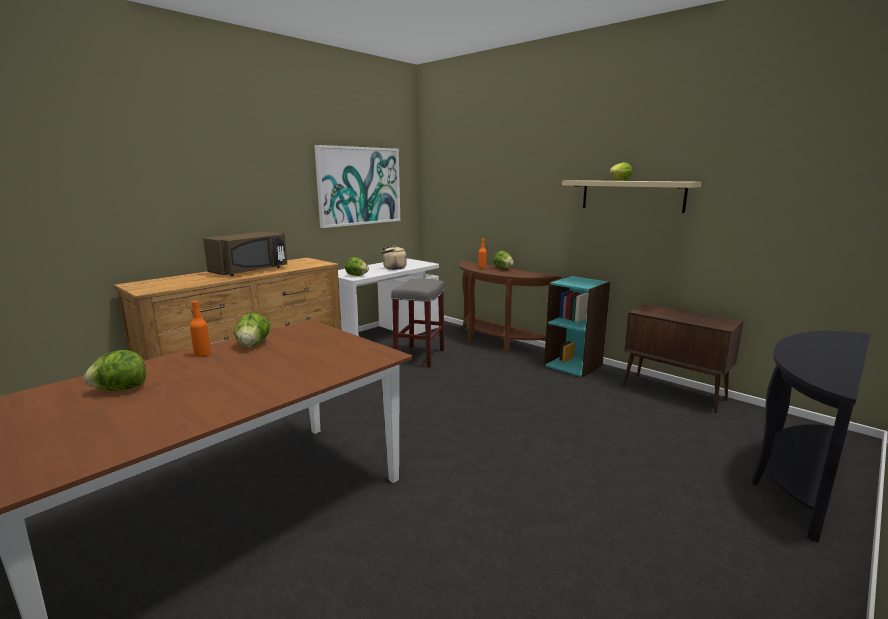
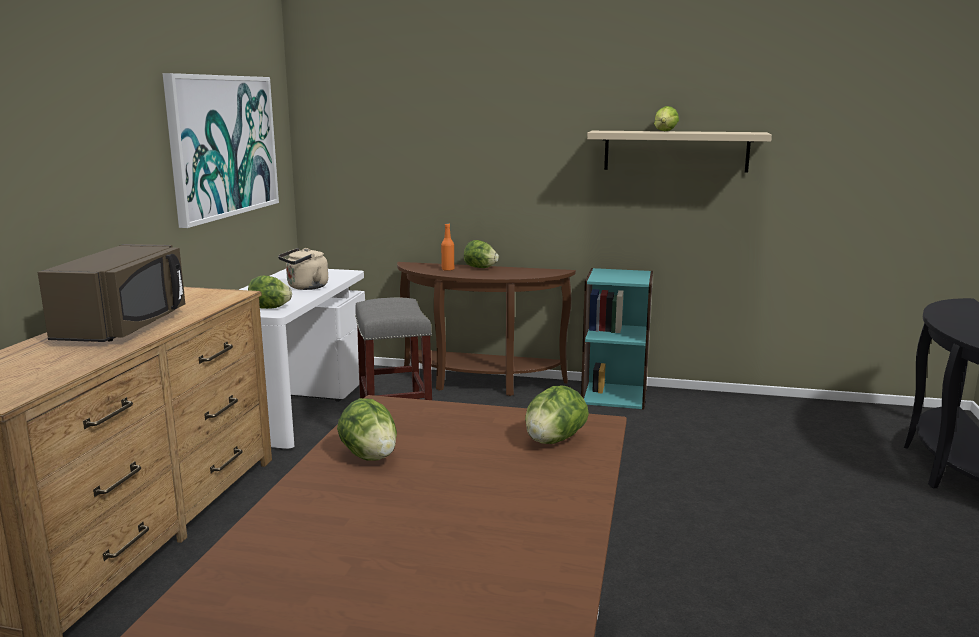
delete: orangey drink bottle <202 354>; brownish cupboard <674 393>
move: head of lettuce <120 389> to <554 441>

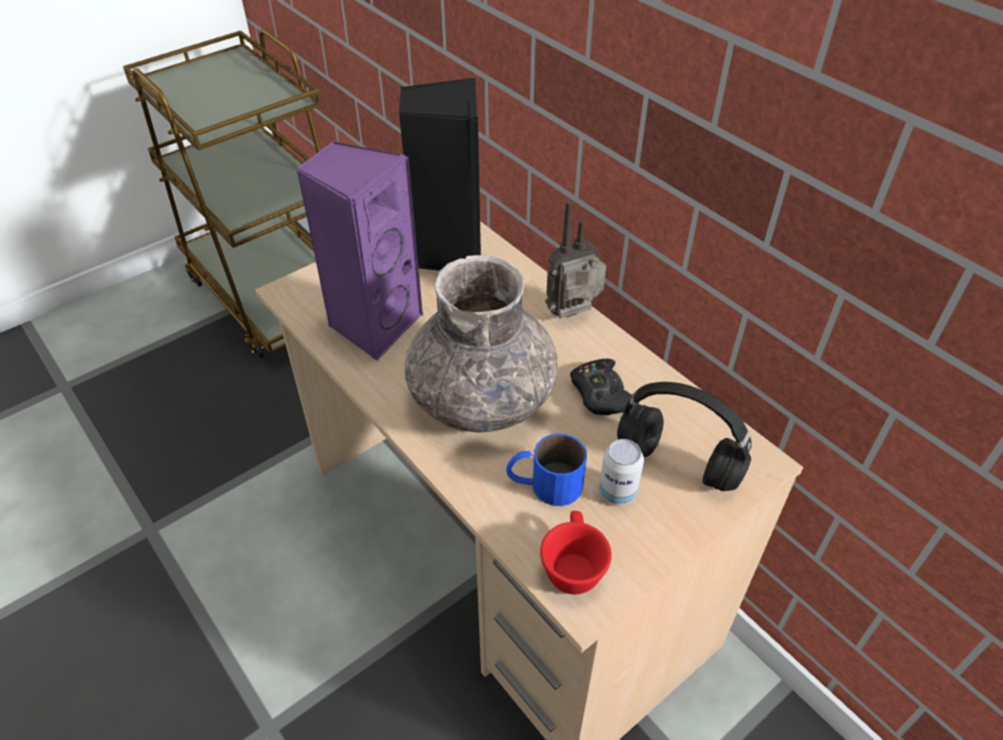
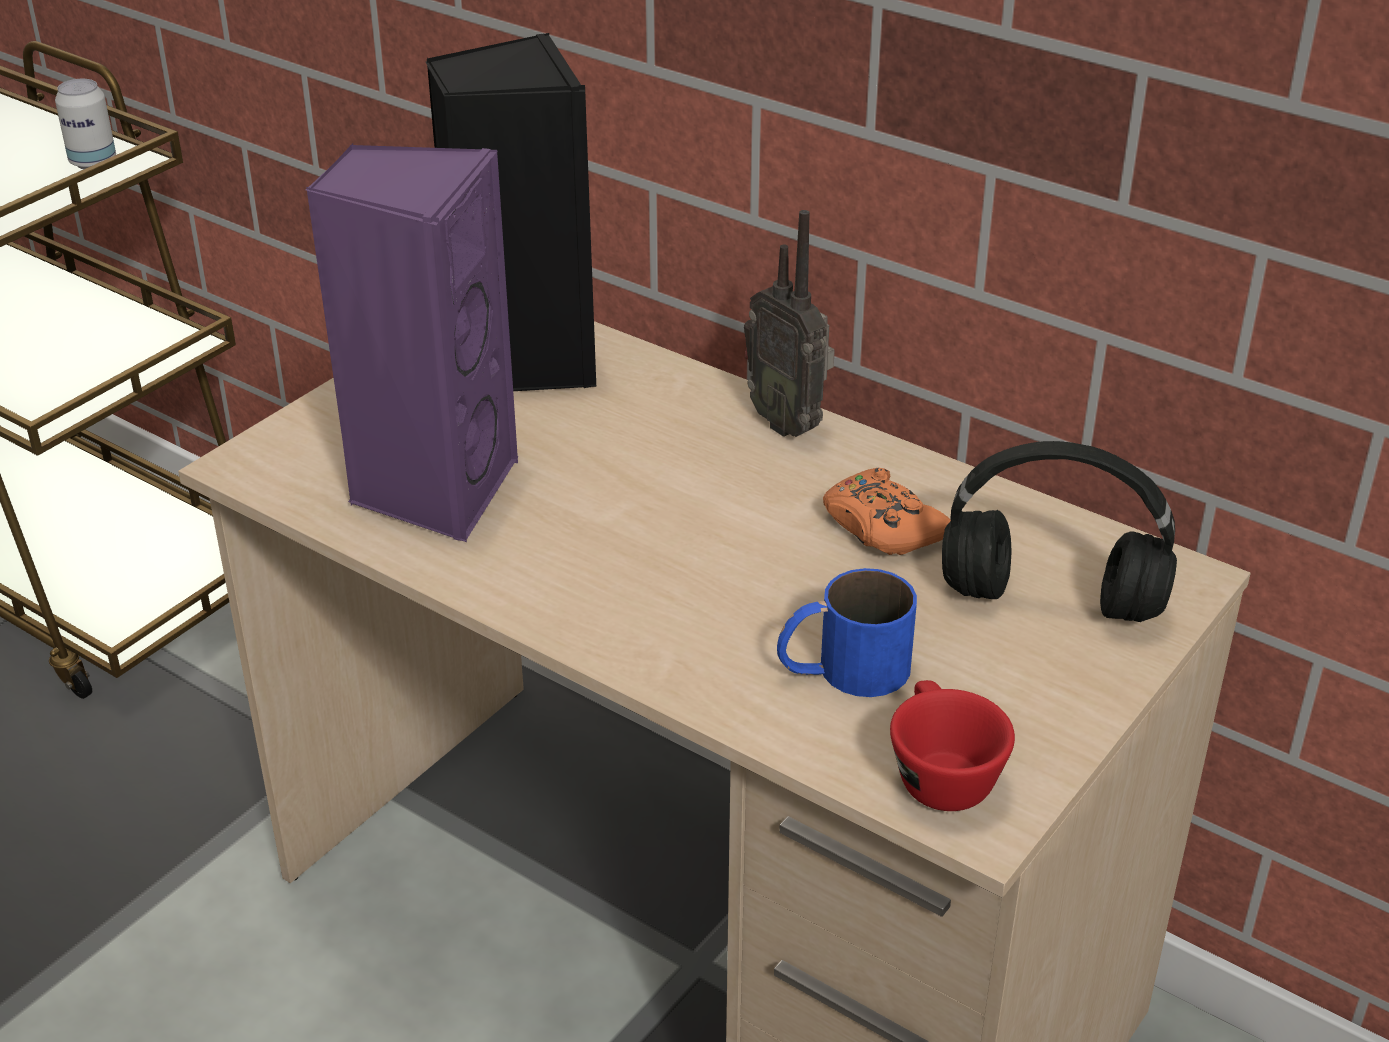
delete: greyish vase <483 397>
move: can <617 492> to <93 162>
recolor: black joypad <601 394> to orangey joypad <882 526>
rotate: radio <575 316> = <789 423> 90 degrees counterclockwise

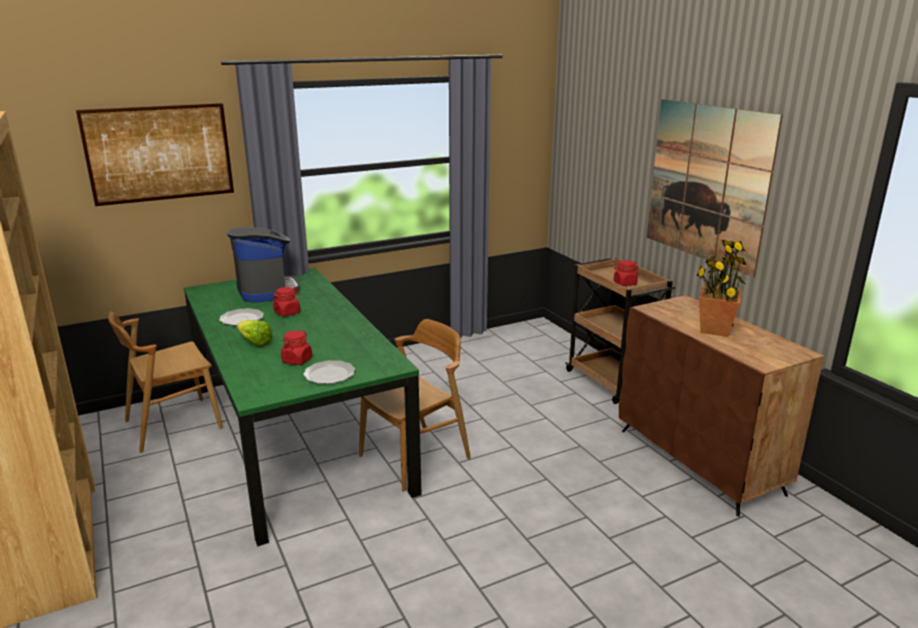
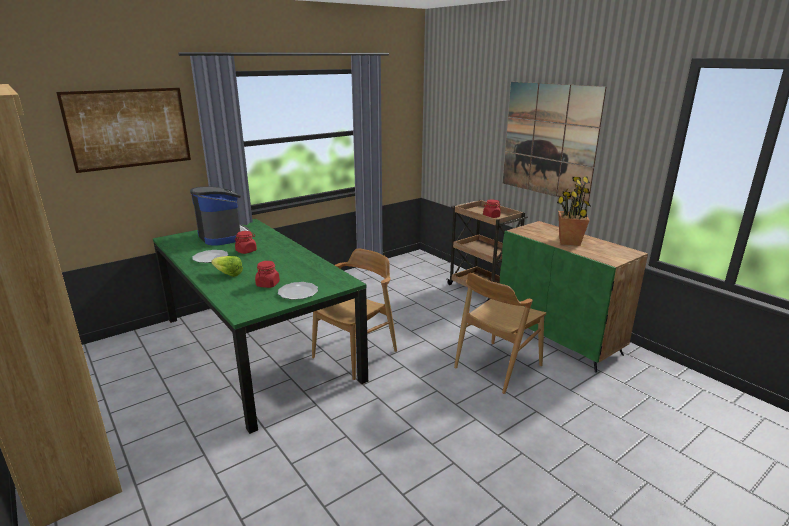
move: brownish plain chair <173 424> to <497 366>
recolor: brownish cupboard <700 461> to greenish cupboard <559 338>

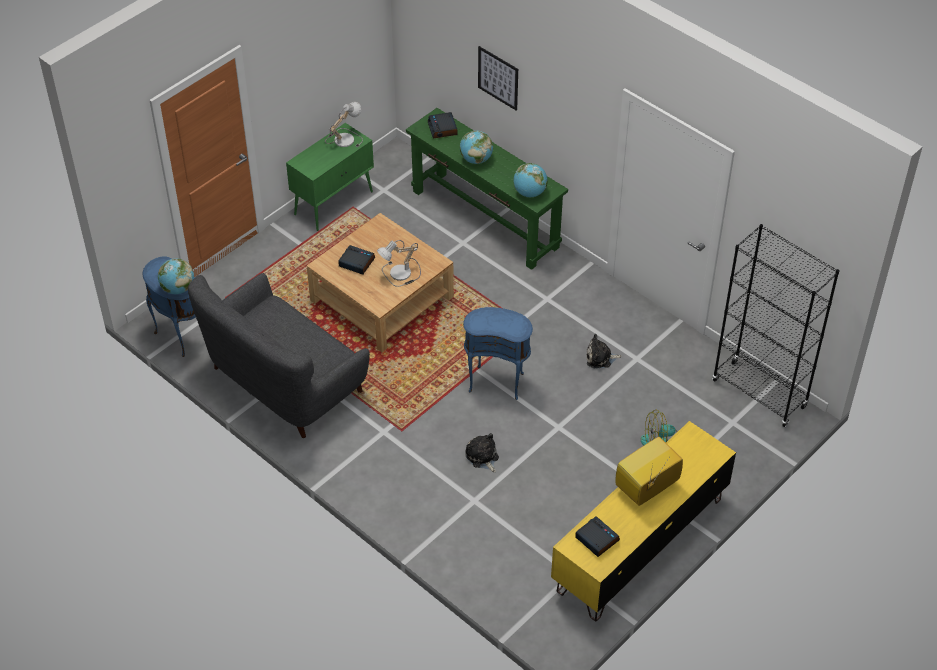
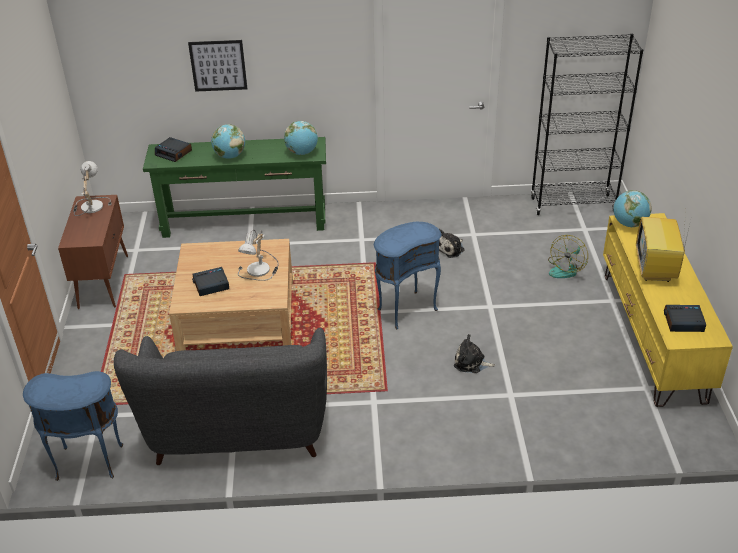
move: world globe <178 288> to <629 224>
recolor: greenish cupboard <334 202> to brownish cupboard <103 281>

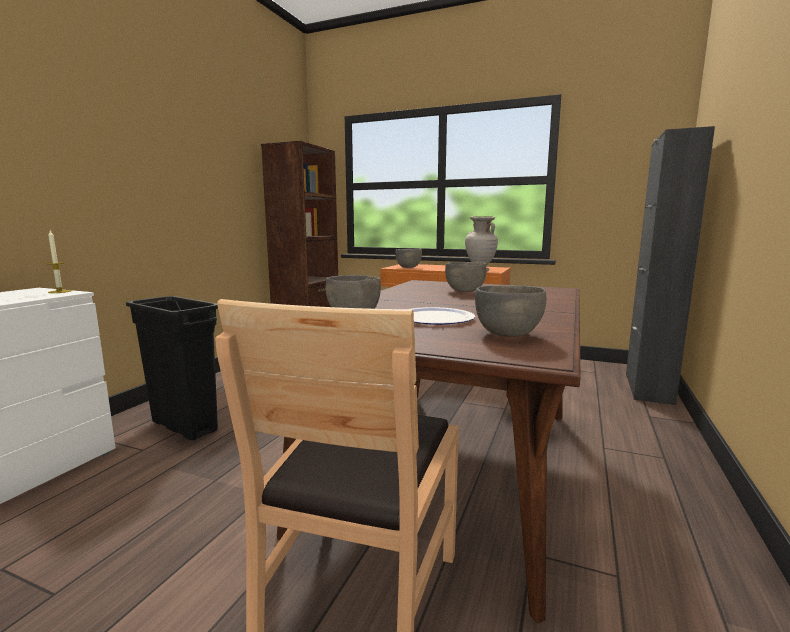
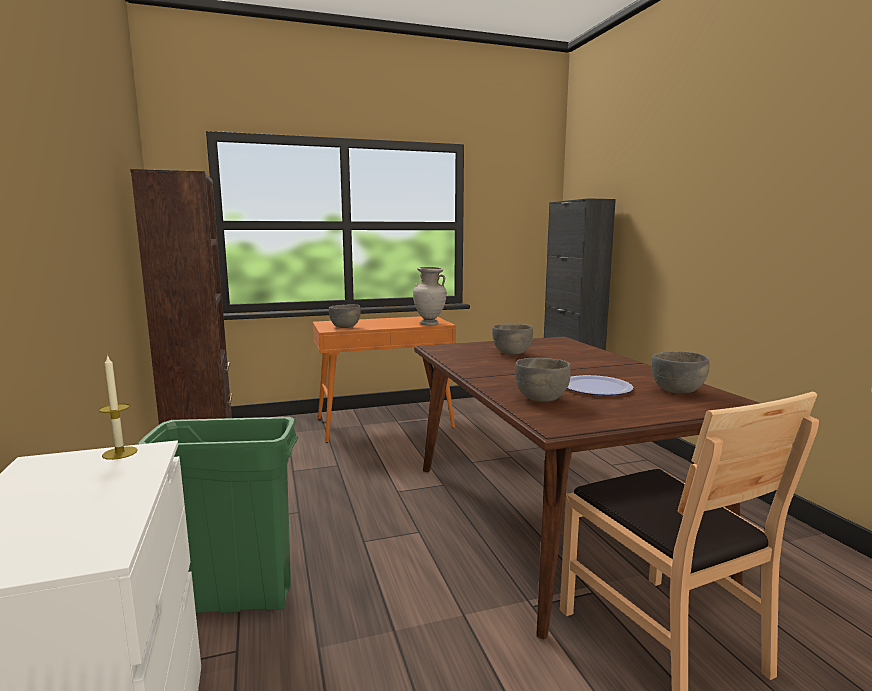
recolor: black trash can <185 426> to greenish trash can <236 600>

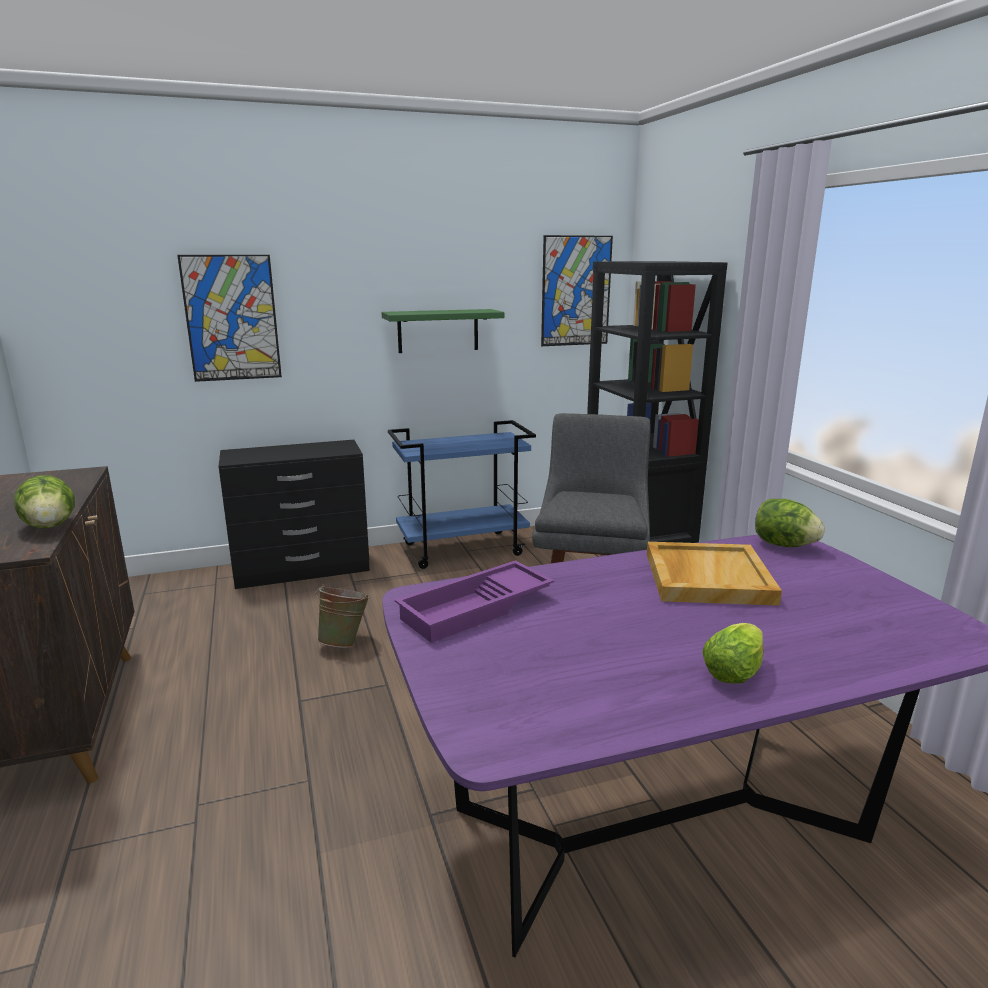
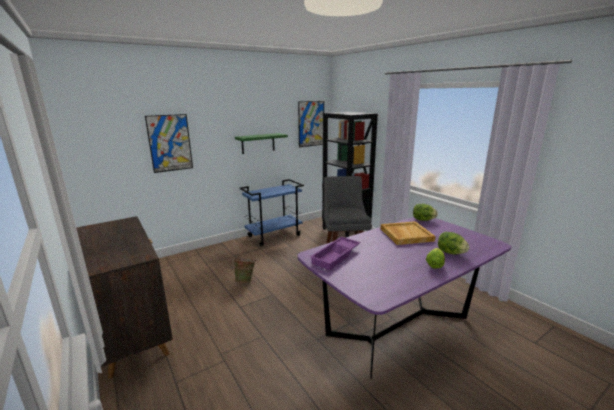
delete: black dresser <303 569>
move: head of lettuce <50 526> to <451 253>

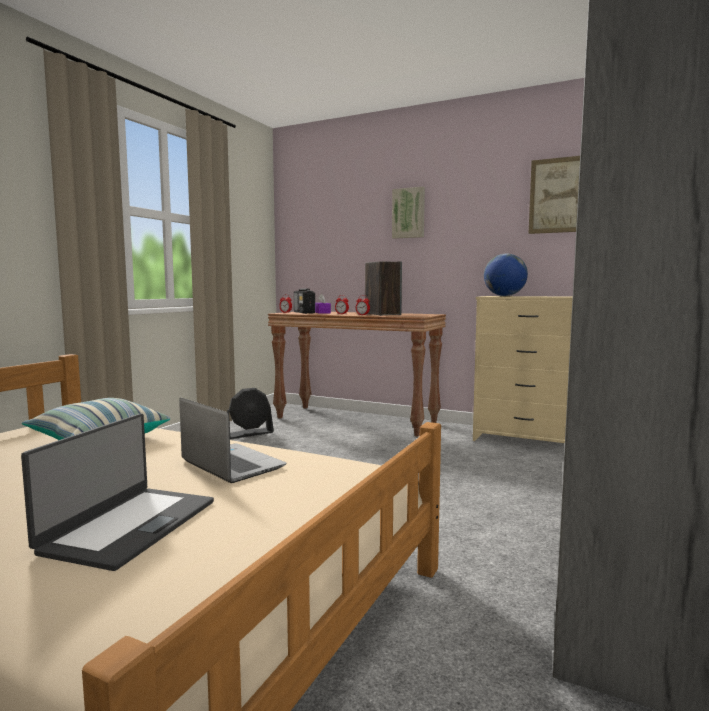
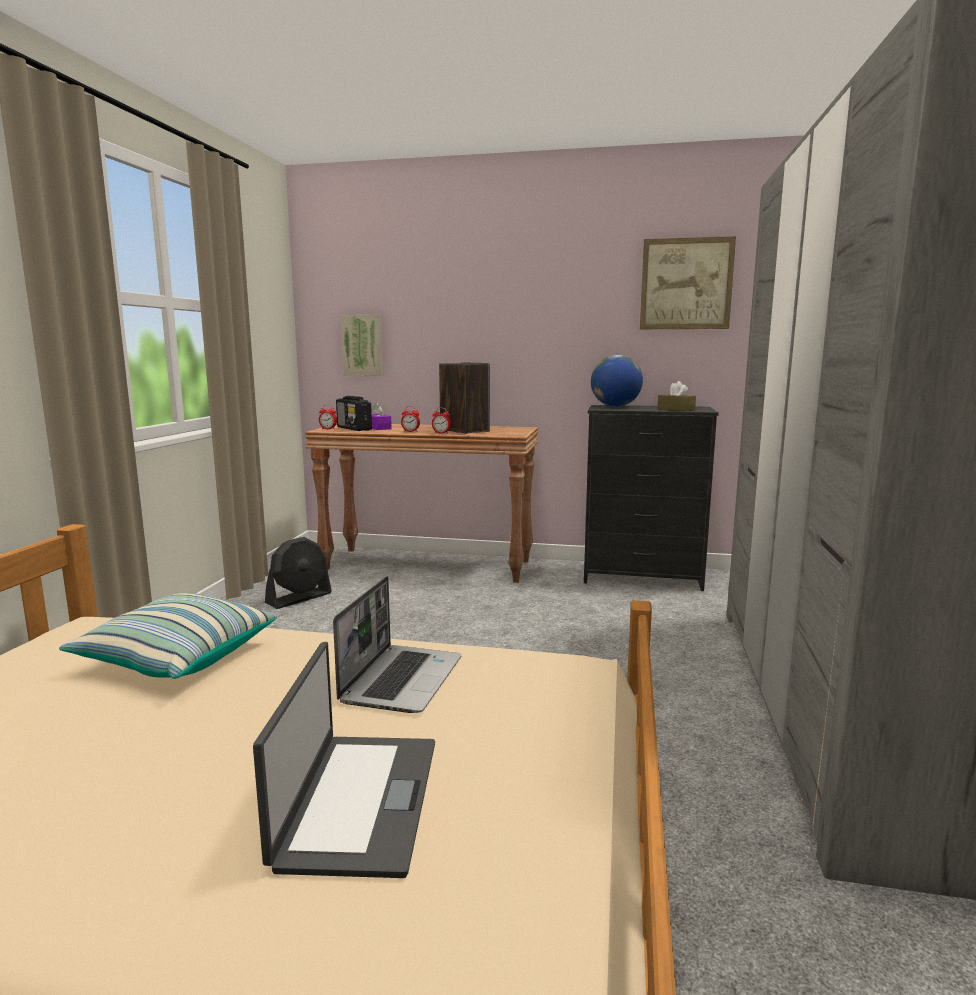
insert: brownish tissue box <676 409>
move: wall art <408 213> to <363 345>
recolor: sand-coloured dresser <526 440> to black dresser <642 577>
rotate: portable computer <230 464> = <401 679> 75 degrees clockwise

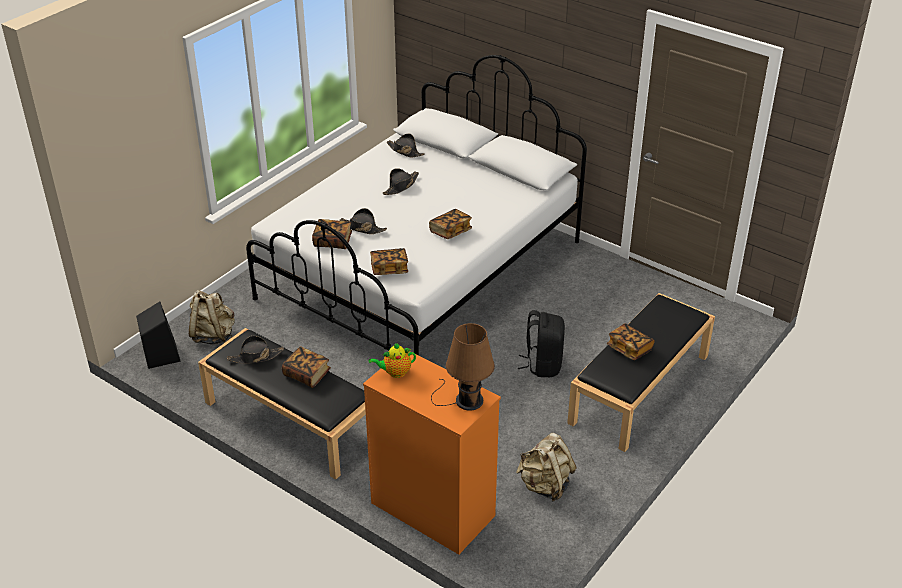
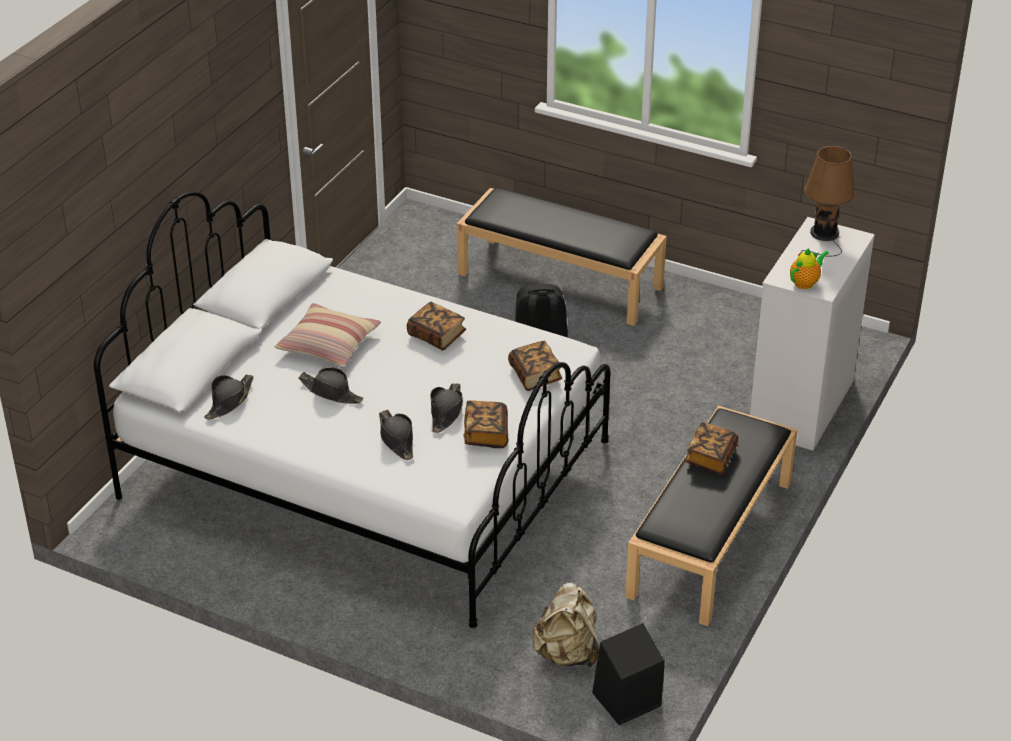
delete: sand-coloured backpack <545 485>; book <629 349>
insert: cushion <328 344>
move: black hat <255 357> to <396 439>
recolor: orangey dresser <431 509> to white-coloured dresser <801 406>
rotate: pot for tea <395 372> = <805 283> 105 degrees counterclockwise

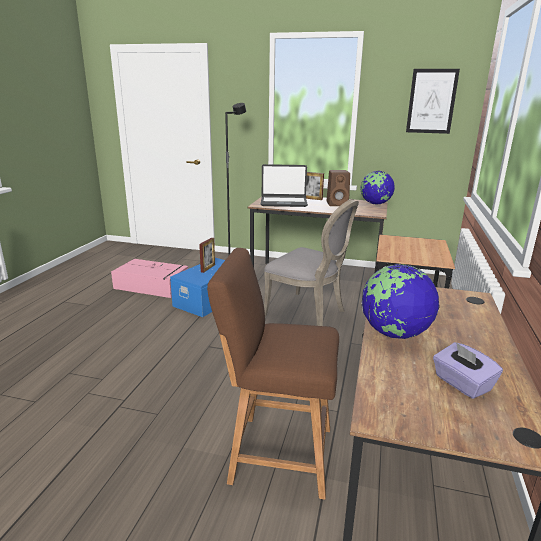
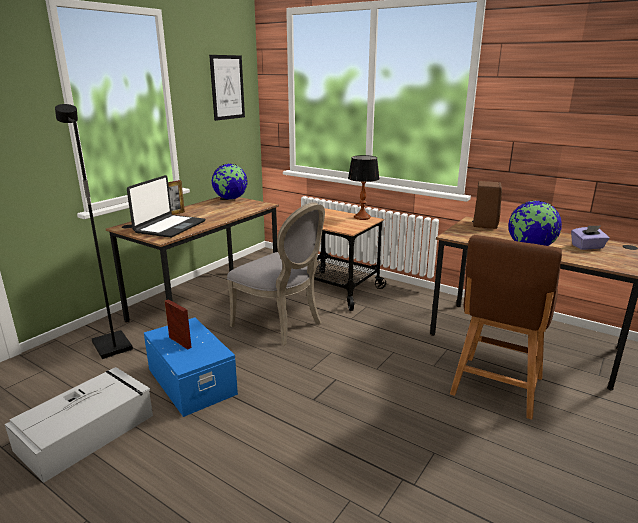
insert: table lamp <362 217>
move: brownish audio speaker <338 204> to <484 224>
recolor: pink storage bin <152 286> to greyish storage bin <88 431>
rotate: greyish plain chair <308 312> = <281 324> 75 degrees clockwise

